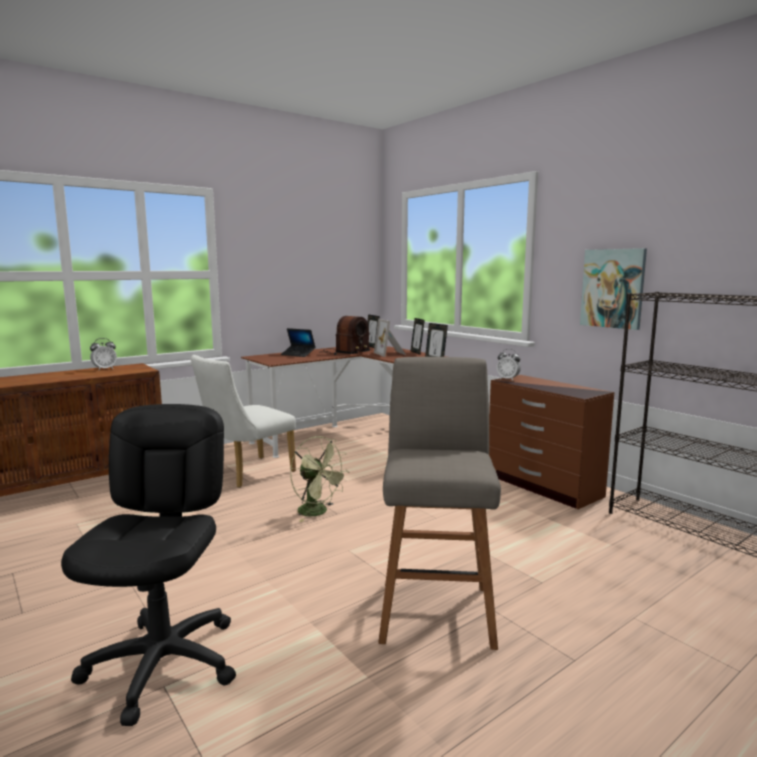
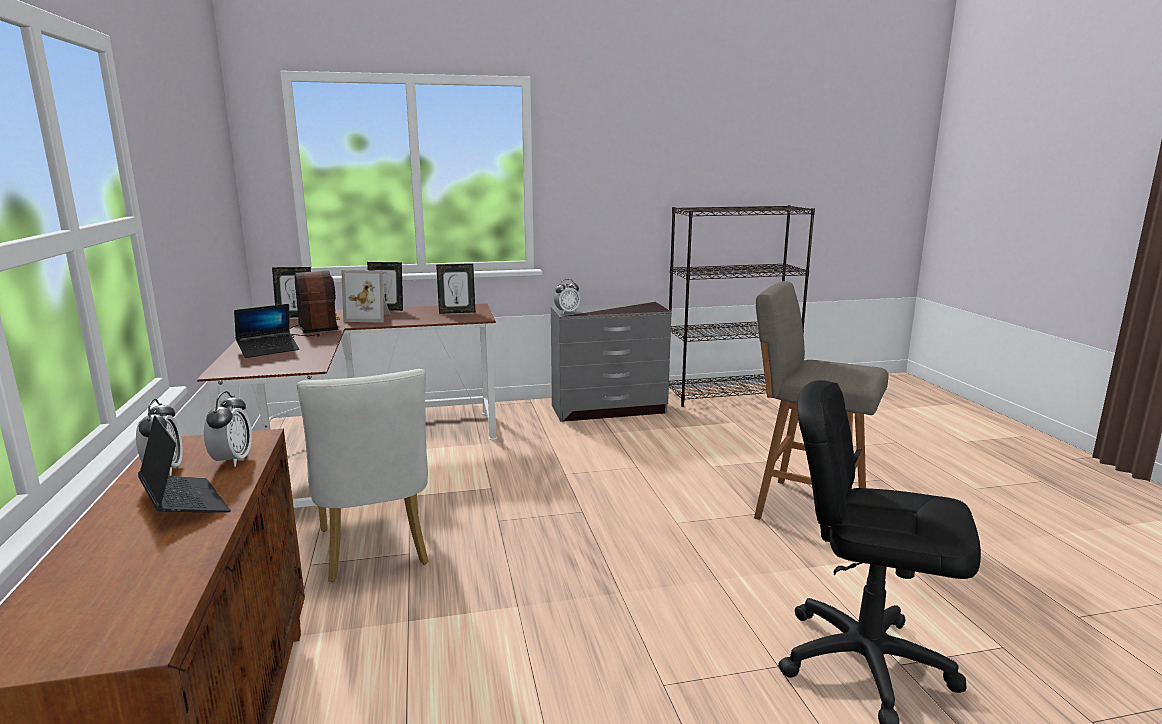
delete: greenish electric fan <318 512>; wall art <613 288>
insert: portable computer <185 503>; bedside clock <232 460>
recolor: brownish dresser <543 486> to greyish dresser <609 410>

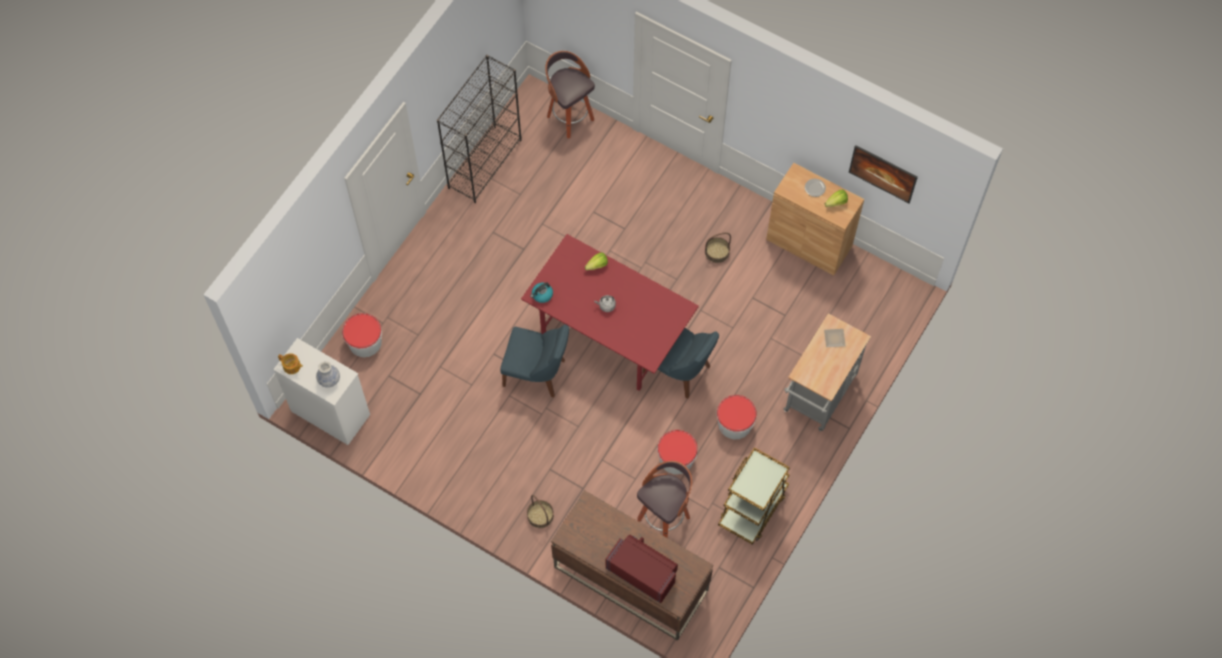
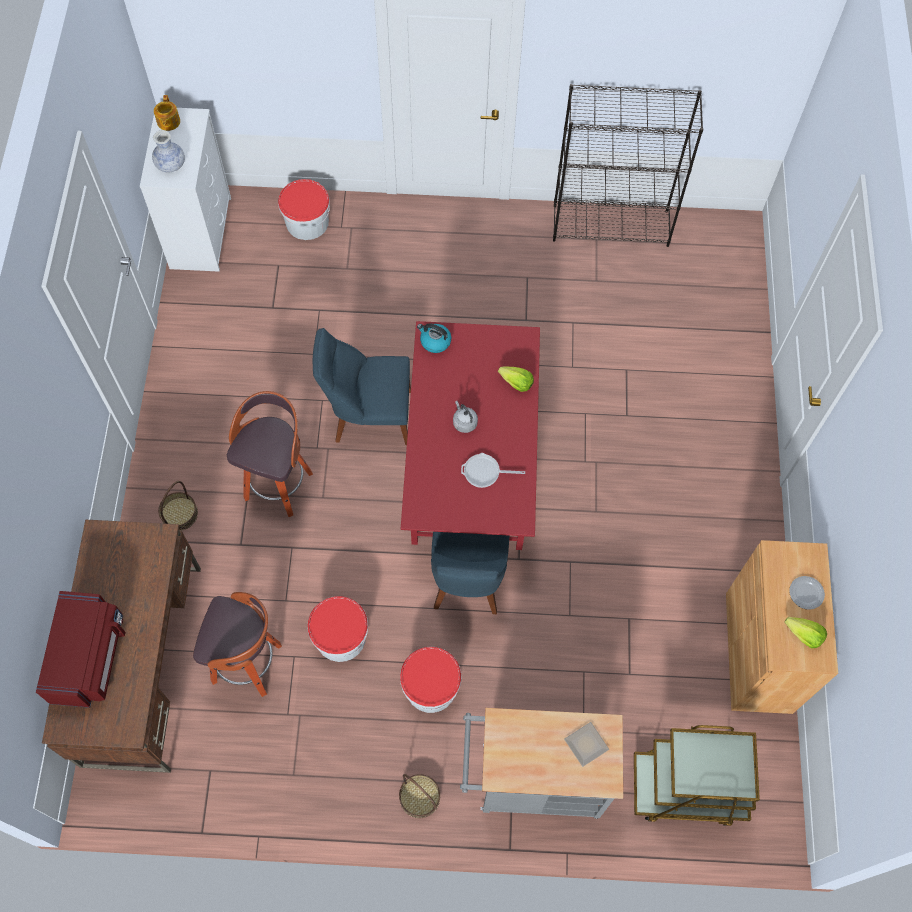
delete: wall art <881 180>
insert: pan <484 472>
move: stool <569 117> to <279 484>; household basket <717 252> to <419 797>; brownish wheeled cart <752 508> to <687 789>
rotate: bluish plain chair <537 373> = <369 416> 105 degrees clockwise

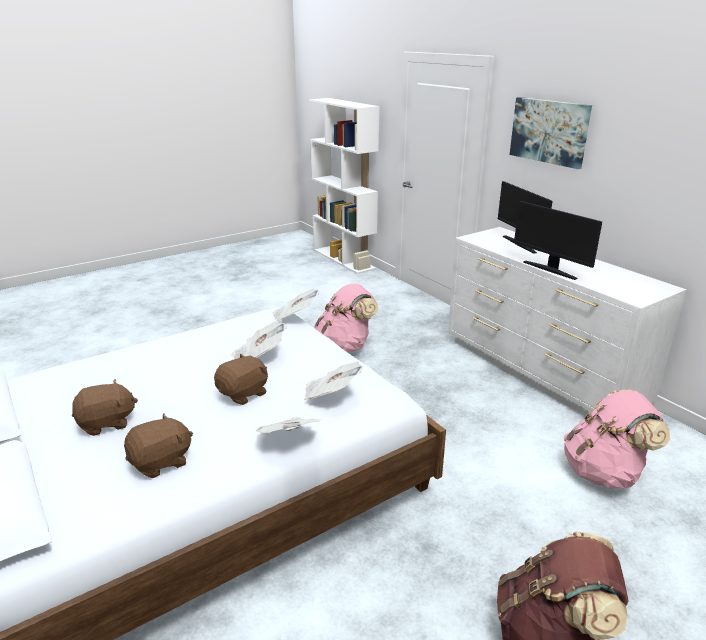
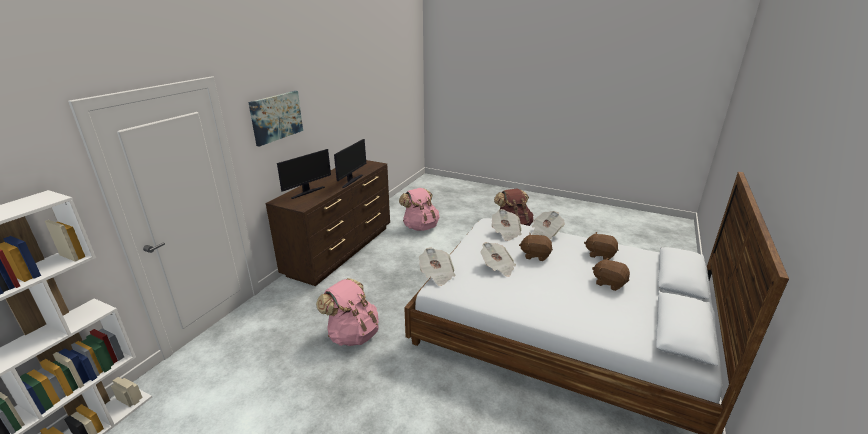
recolor: white-coloured dresser <540 372> to brownish dresser <341 250>

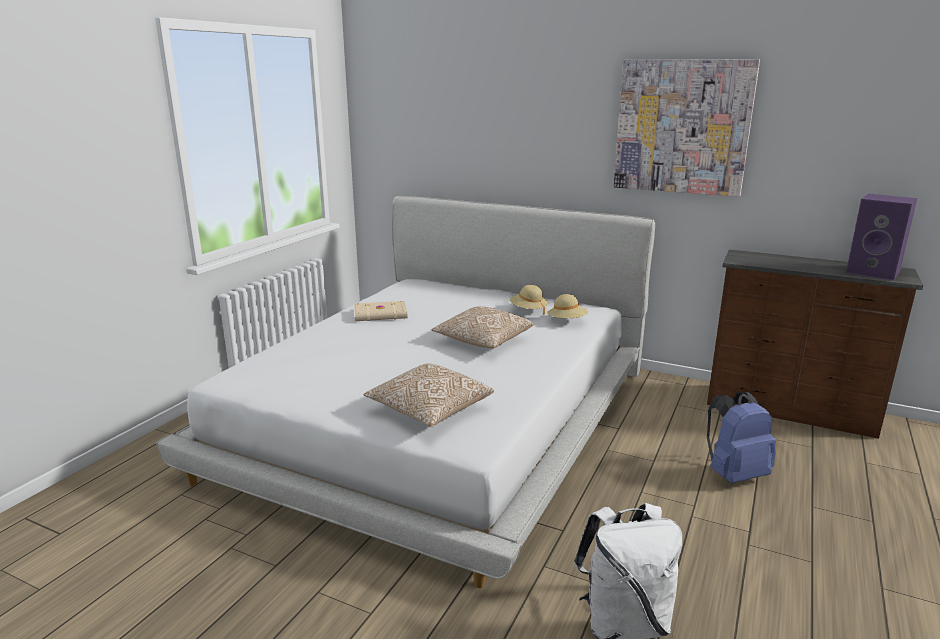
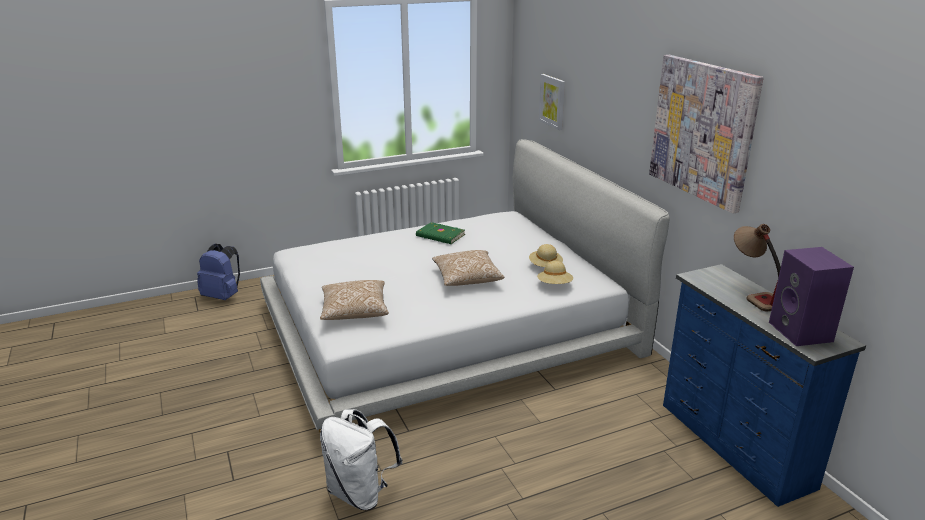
insert: wall art <552 101>; table lamp <753 295>
move: bluish backpack <734 474> to <223 296>
recolor: sand-coloured book <381 314> to greenish book <440 236>; brownish dresser <790 411> to bluish dresser <733 445>

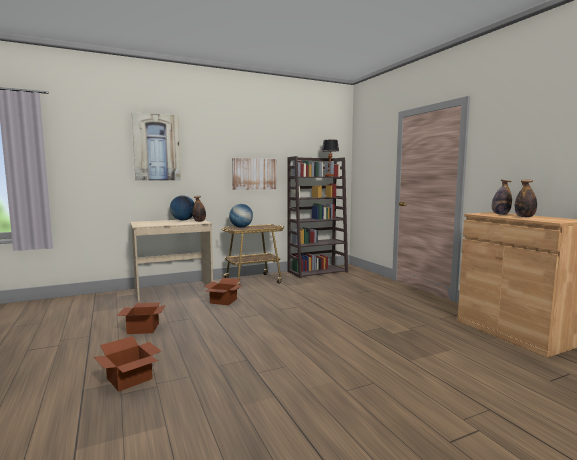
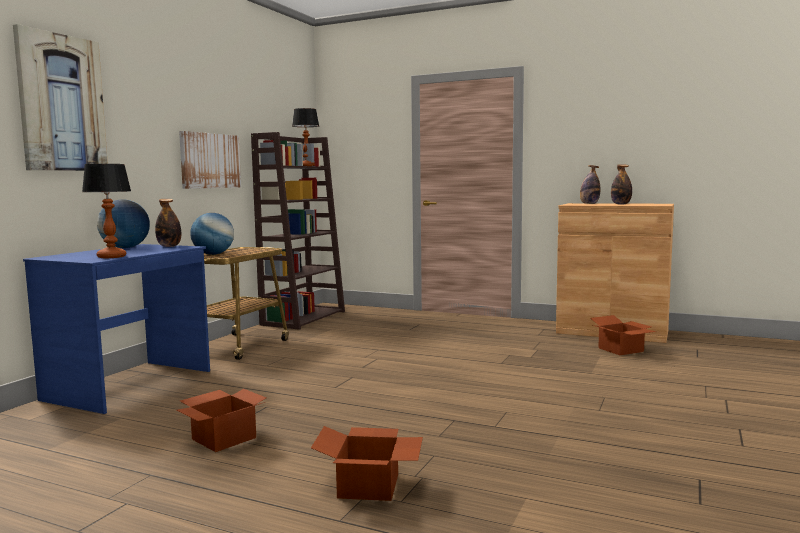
insert: table lamp <111 257>
move: cardboard box <222 301> to <621 350>
recolor: sand-coloured desk <173 290> to bluish desk <130 385>

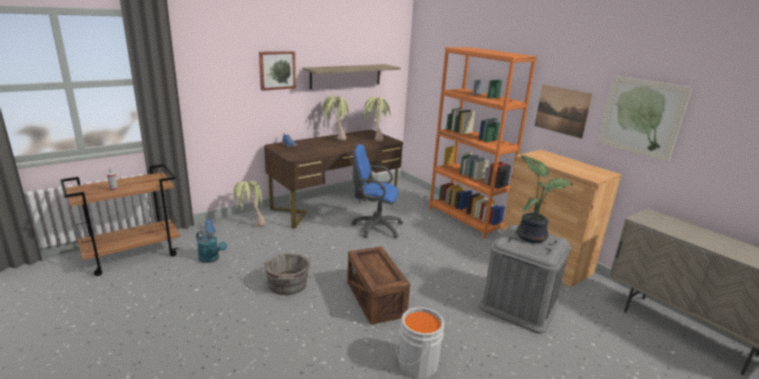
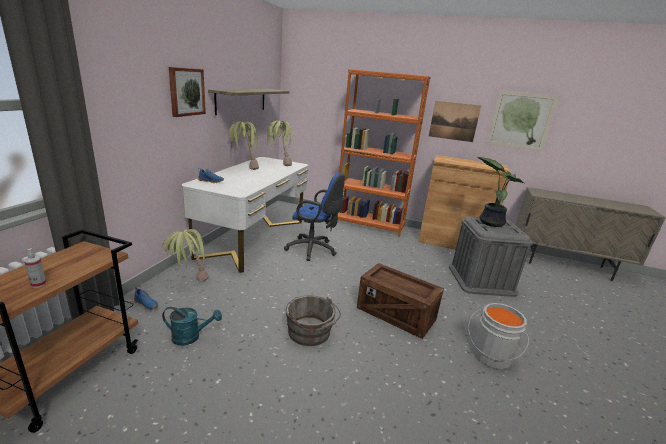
recolor: brownish desk <335 205> to white-coloured desk <253 238>
rotate: bluish computer chair <374 227> = <313 250> 135 degrees counterclockwise

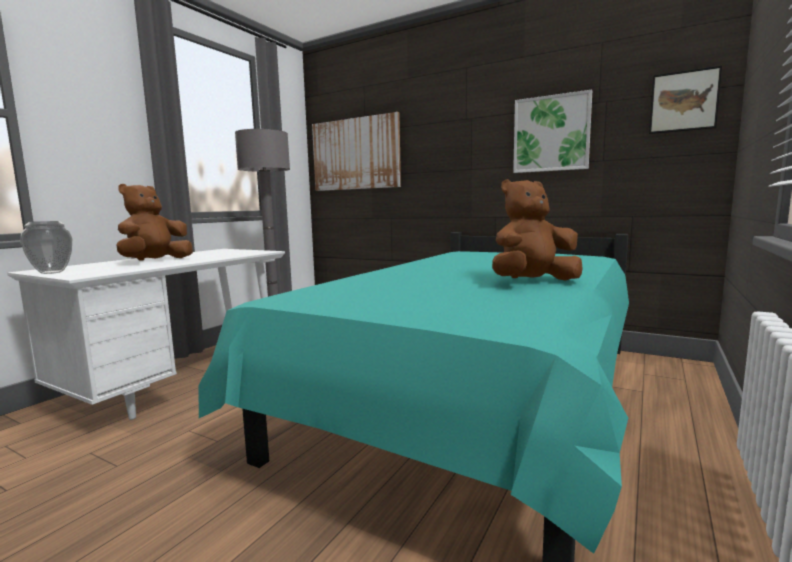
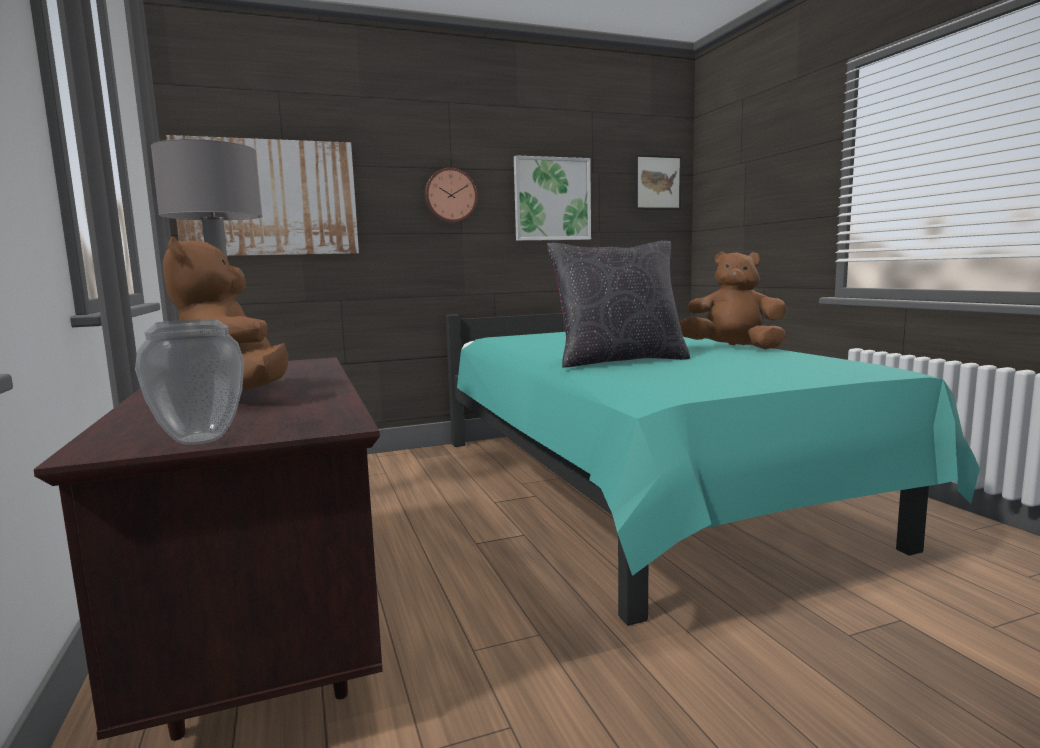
insert: hanging clock <450 195>; black cushion <619 361>
recolor: white-coloured desk <180 383> to brownish desk <266 630>
rotate: brownish soft toy <533 282> = <733 348> 90 degrees clockwise

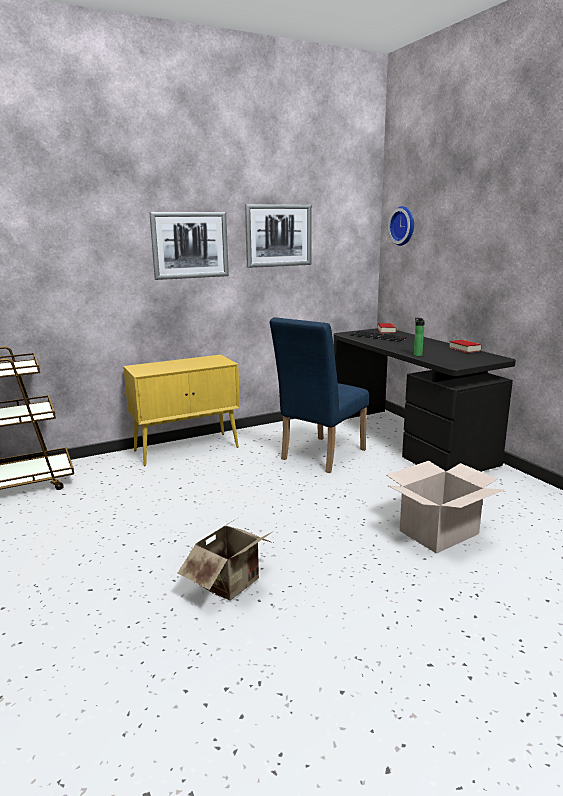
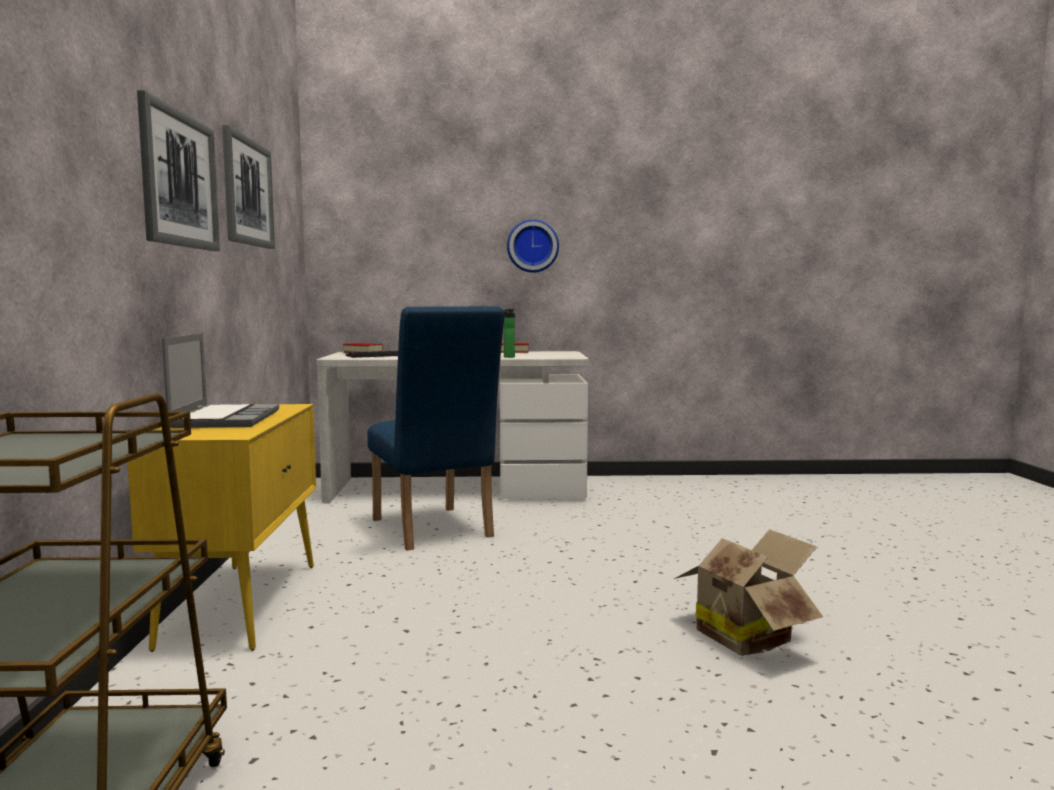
delete: cardboard box <439 533>
insert: portable computer <225 419>
move: hanging clock <404 226> to <532 246>
recolor: black desk <408 440> to white-coloured desk <458 489>

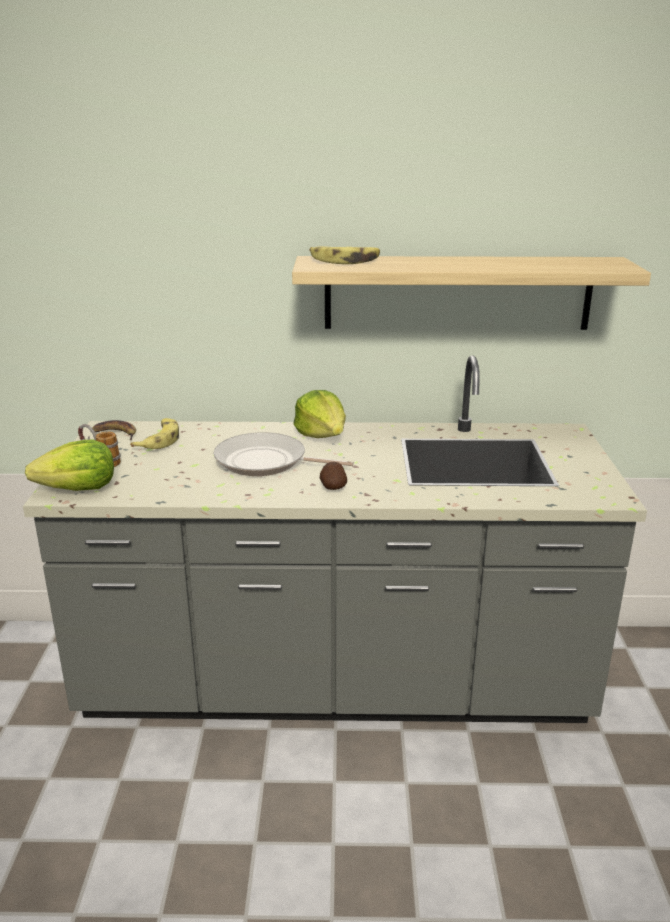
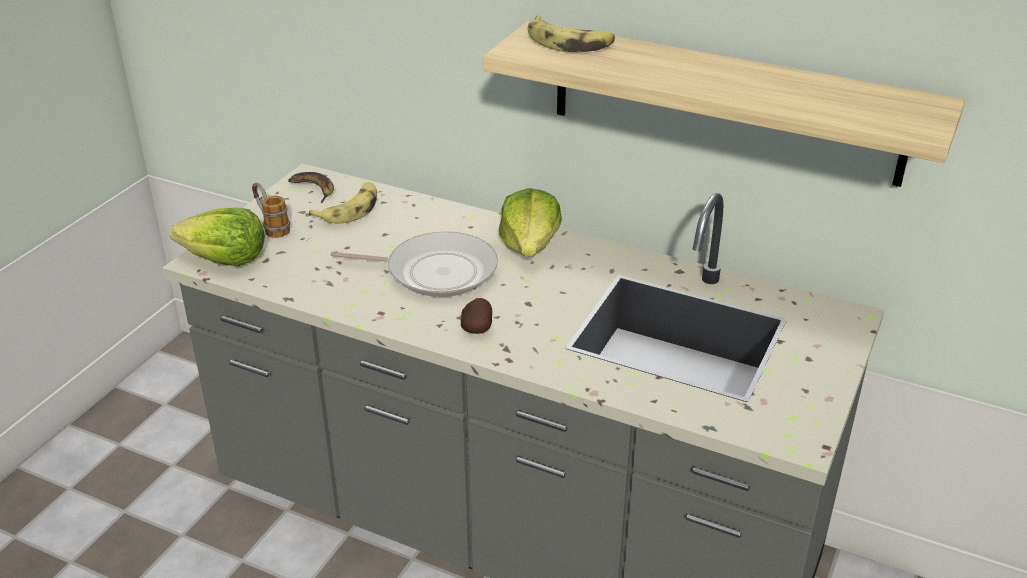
rotate: pan <266 462> = <435 271> 150 degrees clockwise

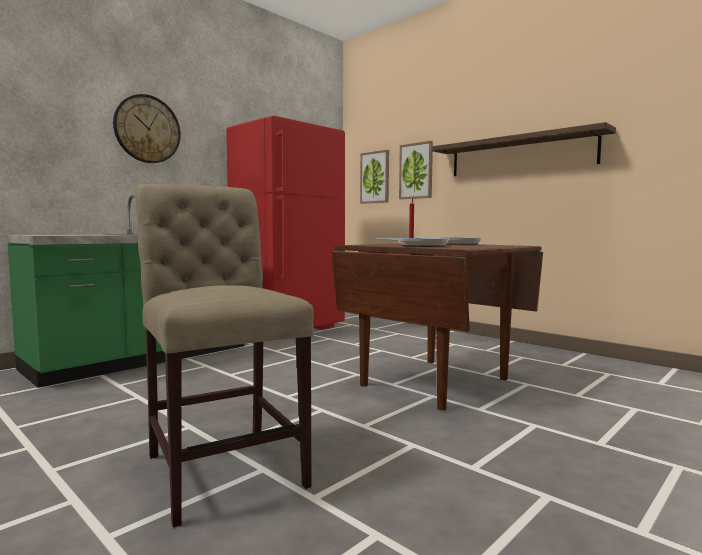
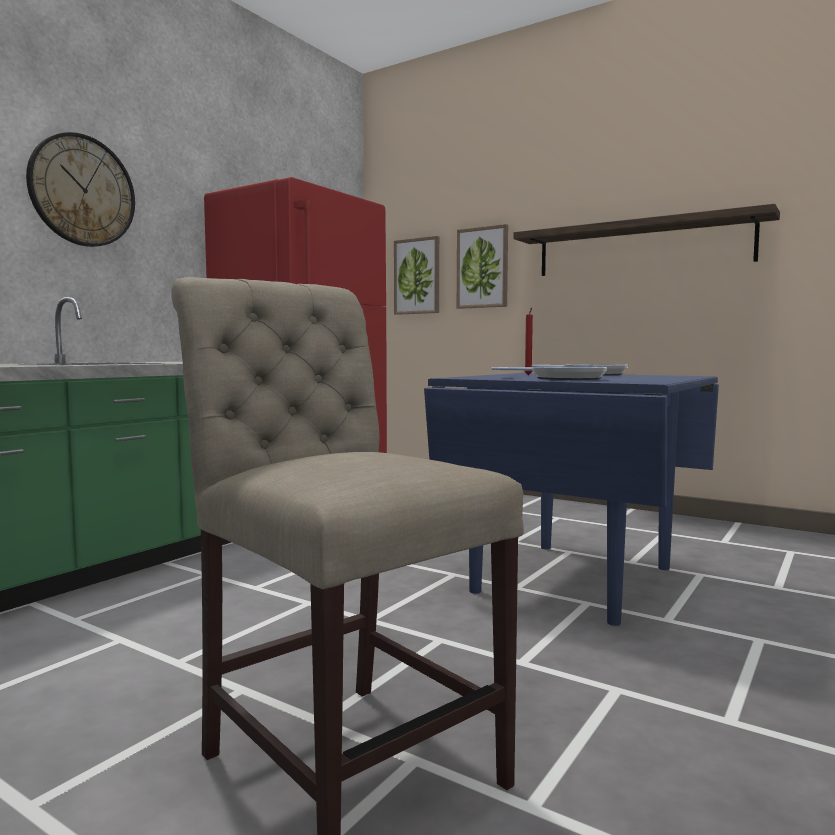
recolor: brownish dinner table <434 381> to bluish dinner table <572 579>

